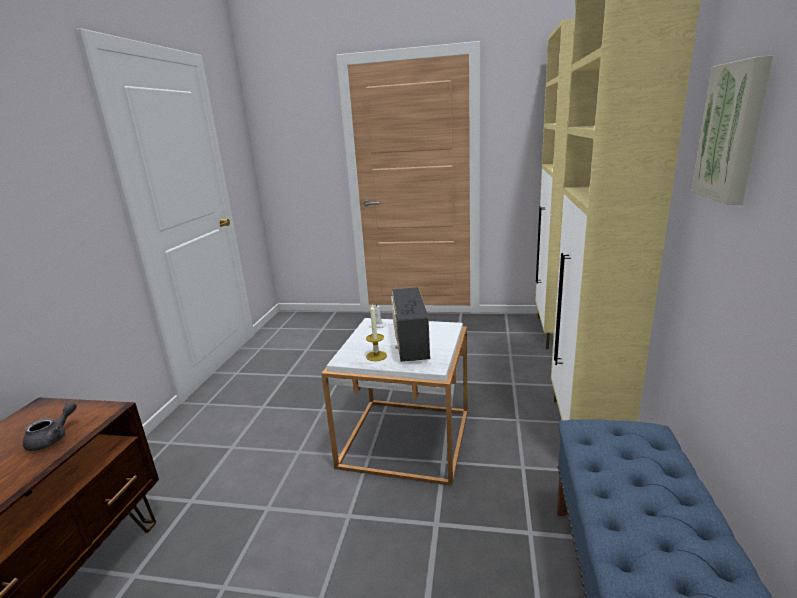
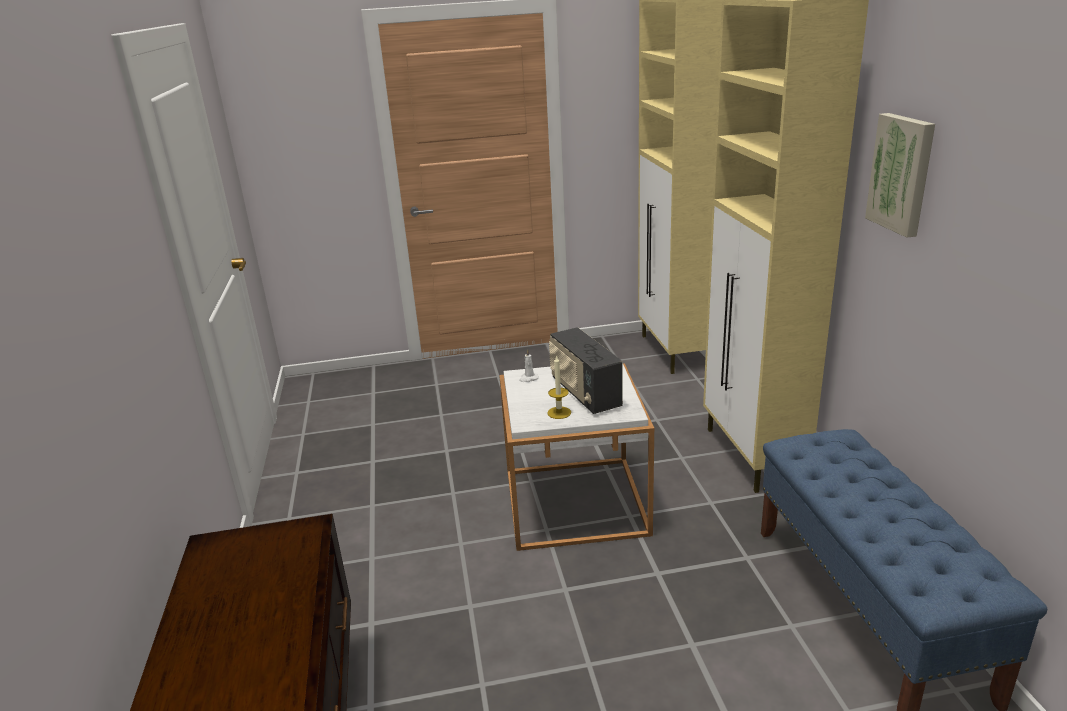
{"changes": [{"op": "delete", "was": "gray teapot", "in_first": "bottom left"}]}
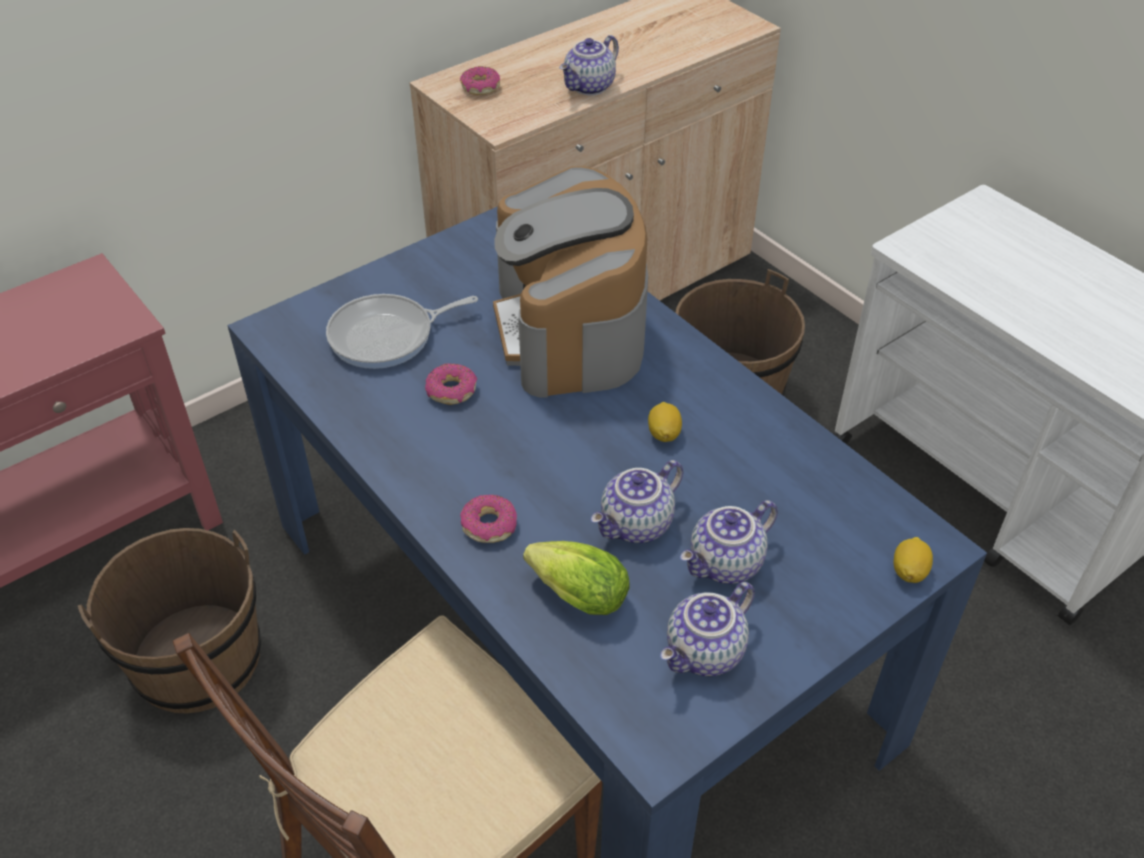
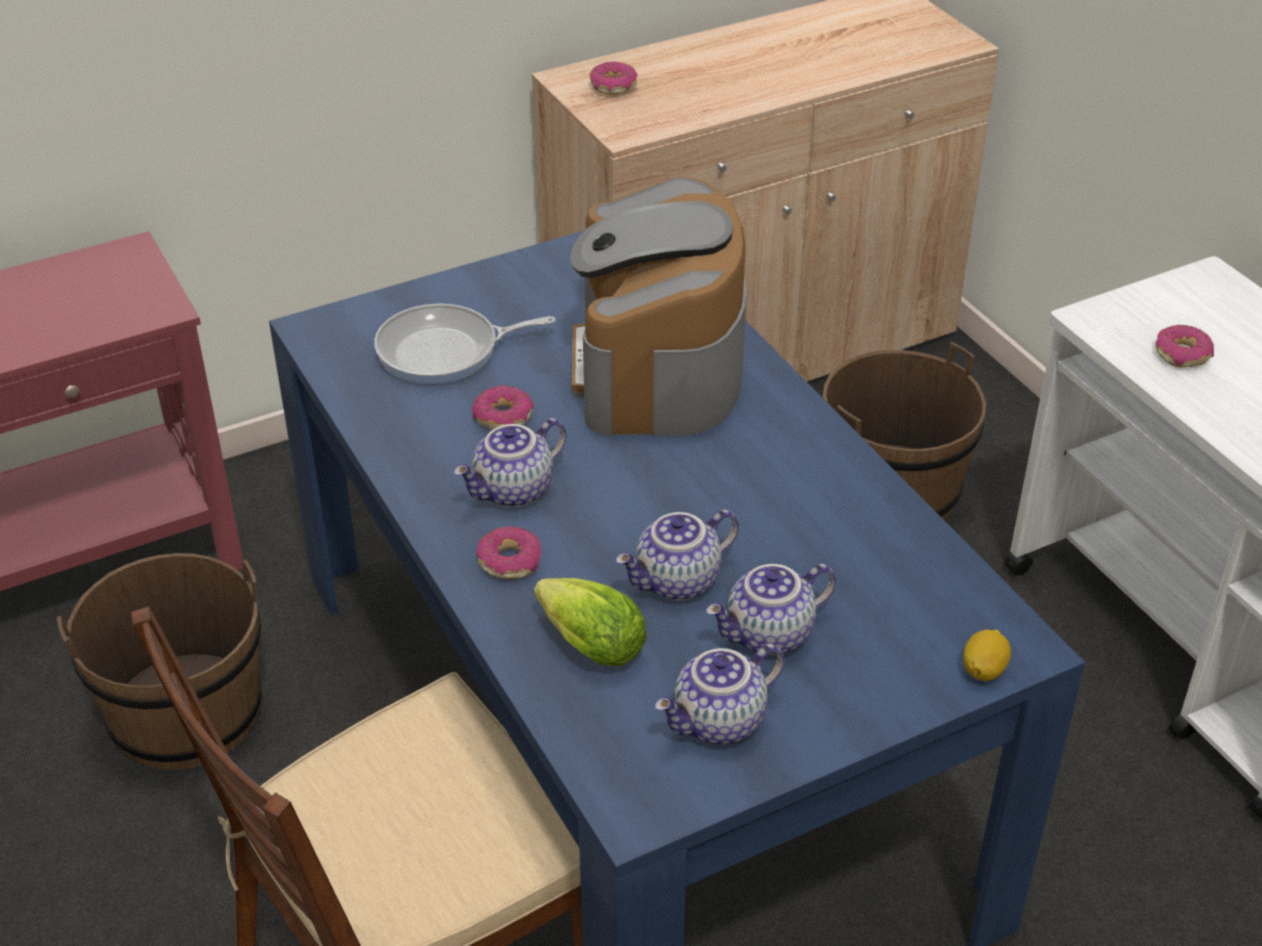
{"changes": [{"op": "delete", "was": "lemon (1st from left)", "in_first": "centre"}, {"op": "insert", "now": "doughnut (4th from left)", "in_second": "middle right"}, {"op": "move", "was": "teapot (1st from left)", "in_first": "top centre", "in_second": "centre"}]}
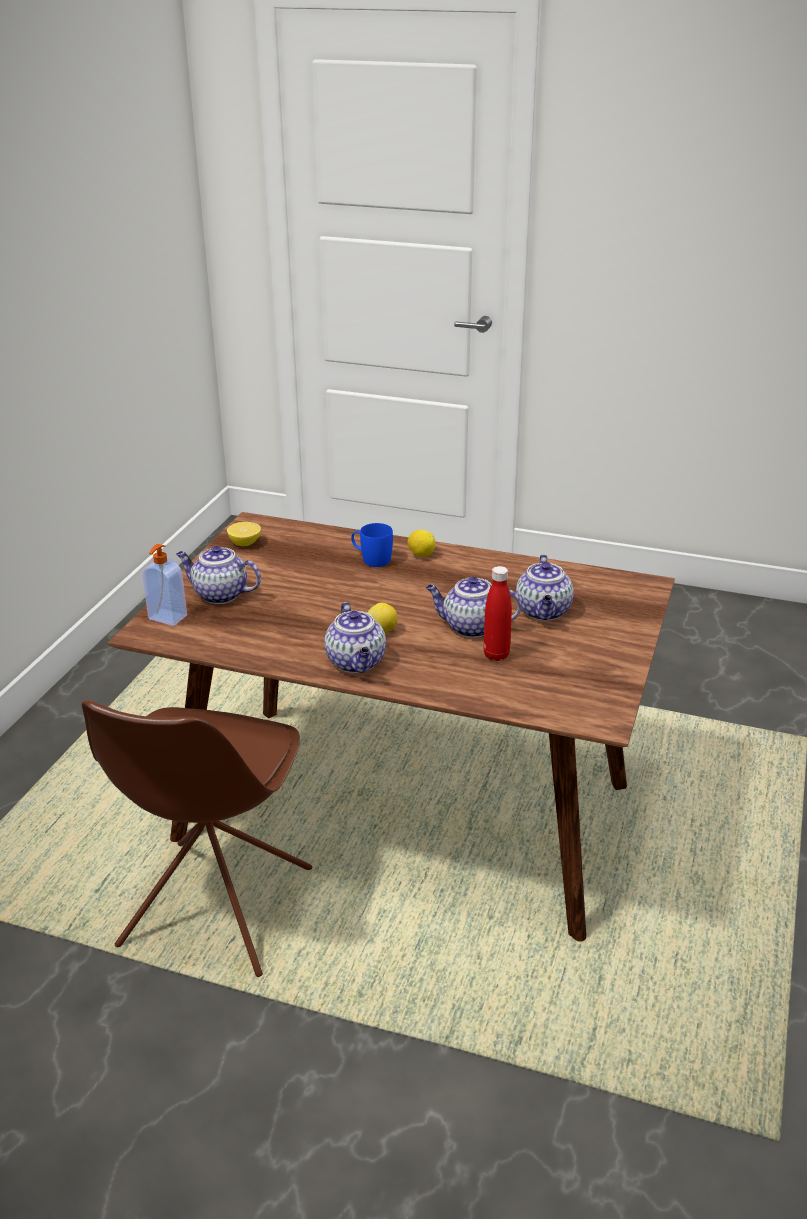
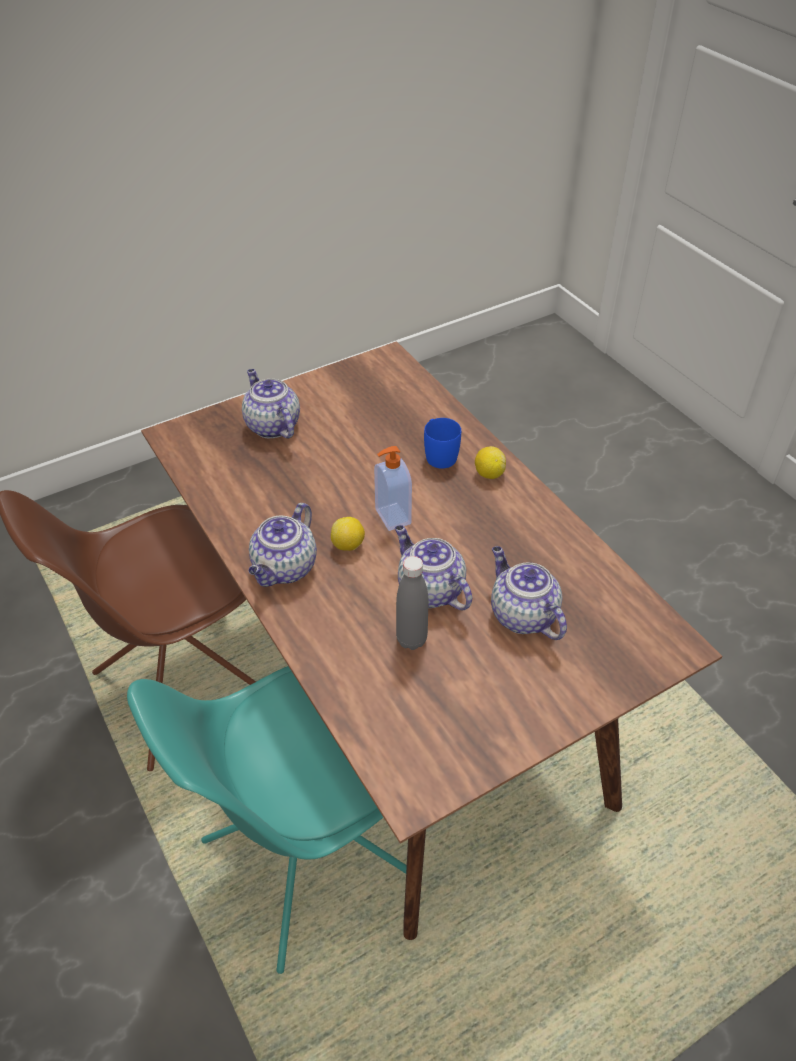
{"changes": [{"op": "delete", "was": "lemon (1st from left)", "in_first": "middle left"}, {"op": "insert", "now": "turquoise upright chair", "in_second": "bottom centre"}, {"op": "move", "was": "liquid soap bottle", "in_first": "middle left", "in_second": "centre"}, {"op": "recolor", "was": "red-coloured bottle", "now": "gray bottle", "in_first": "centre", "in_second": "centre"}, {"op": "rotate", "was": "teapot (4th from left)", "in_first": "middle right", "in_second": "centre", "clockwise": 105}]}
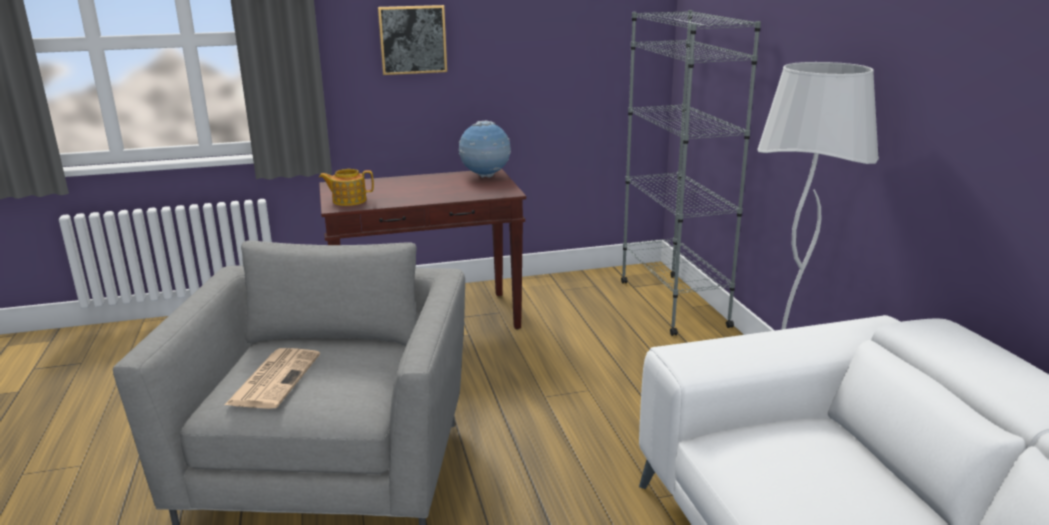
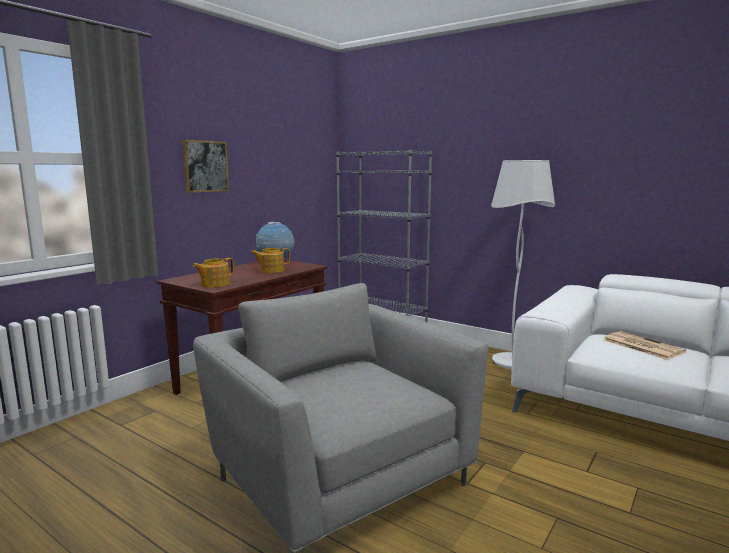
{"changes": [{"op": "insert", "now": "teapot (2nd from left)", "in_second": "centre"}, {"op": "move", "was": "newspaper", "in_first": "bottom left", "in_second": "middle right"}]}
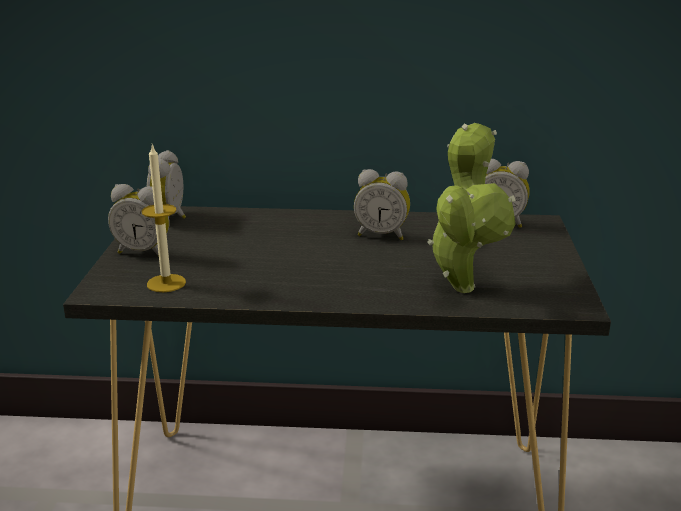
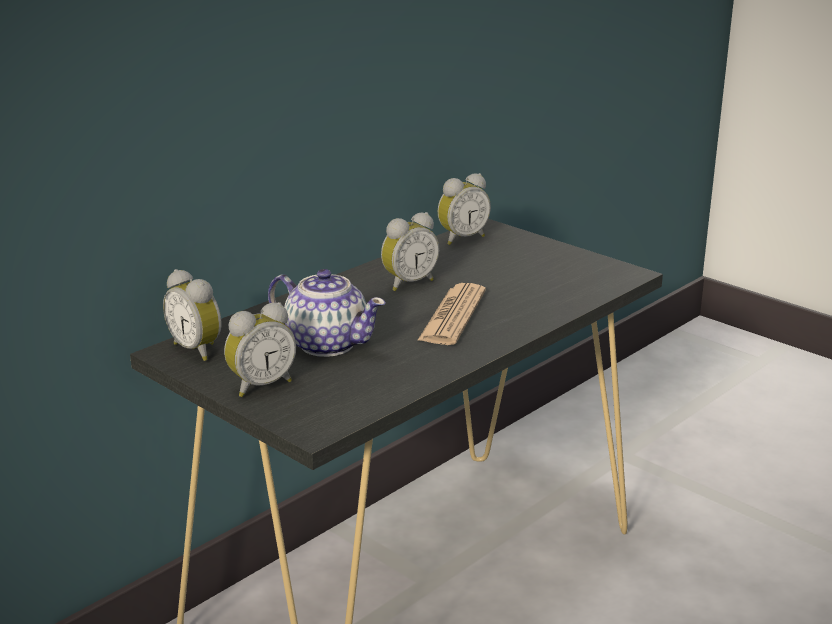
{"changes": [{"op": "delete", "was": "wax light", "in_first": "middle left"}, {"op": "delete", "was": "plant in a pot", "in_first": "middle right"}, {"op": "insert", "now": "teapot", "in_second": "centre"}, {"op": "insert", "now": "newspaper", "in_second": "centre"}]}
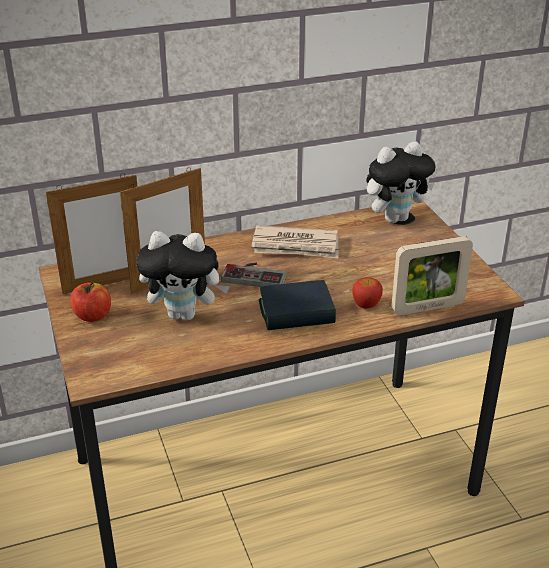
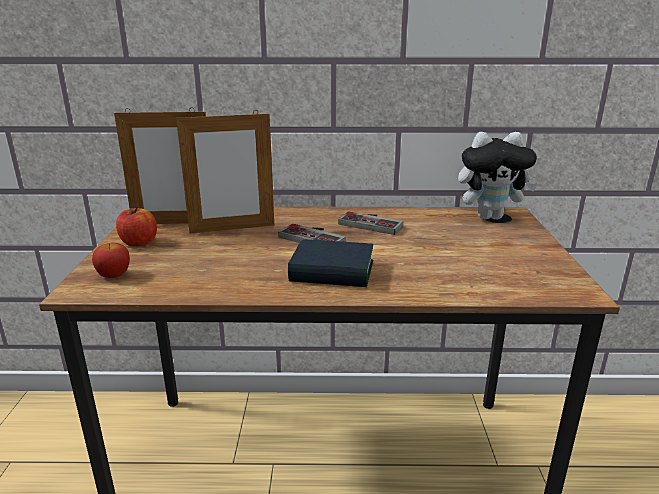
{"changes": [{"op": "delete", "was": "cuddly toy (1st from left)", "in_first": "centre"}, {"op": "delete", "was": "picture frame (3rd from left)", "in_first": "middle right"}, {"op": "move", "was": "apple fruit (2nd from left in the first image)", "now": "apple fruit (1st from left)", "in_first": "middle right", "in_second": "middle left"}, {"op": "replace", "was": "newspaper", "now": "joypad (2nd from left)", "in_first": "centre", "in_second": "centre"}]}
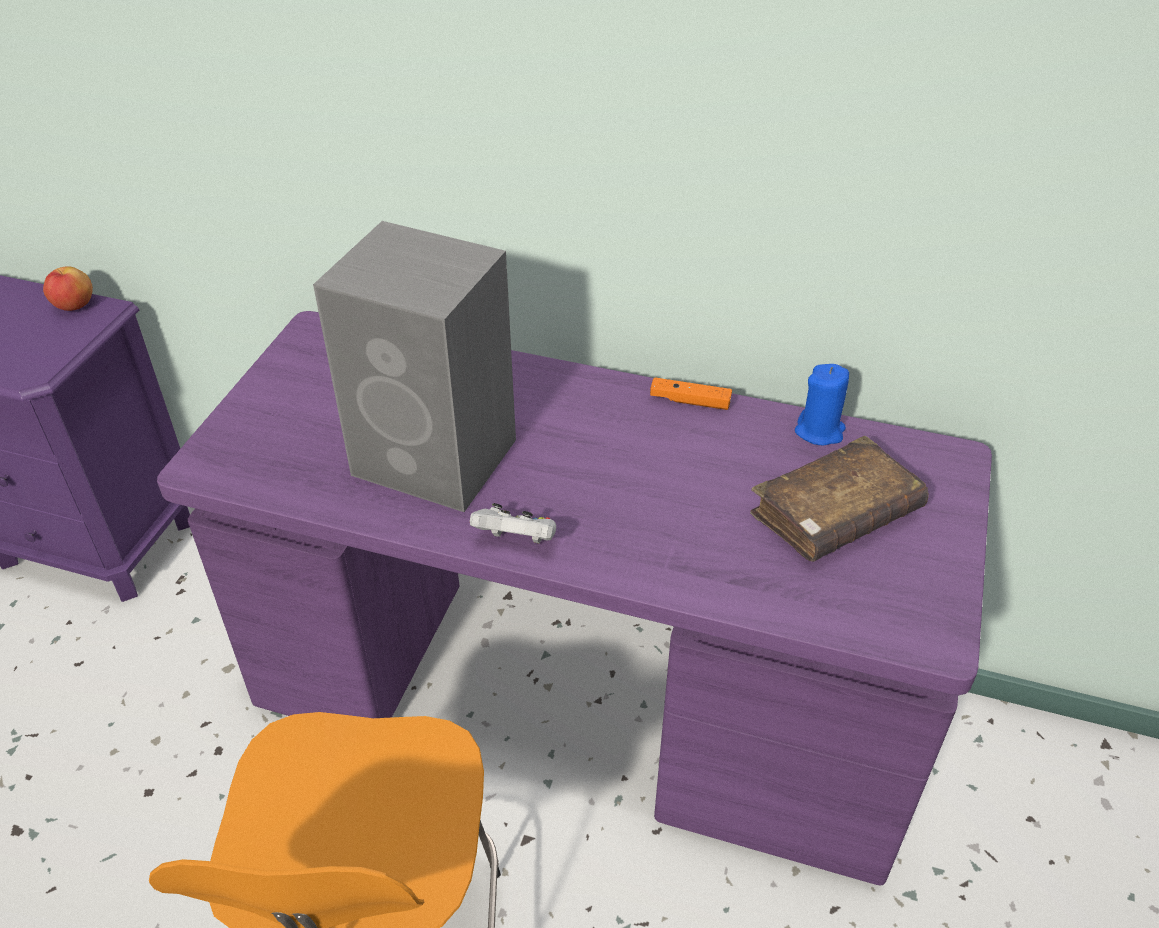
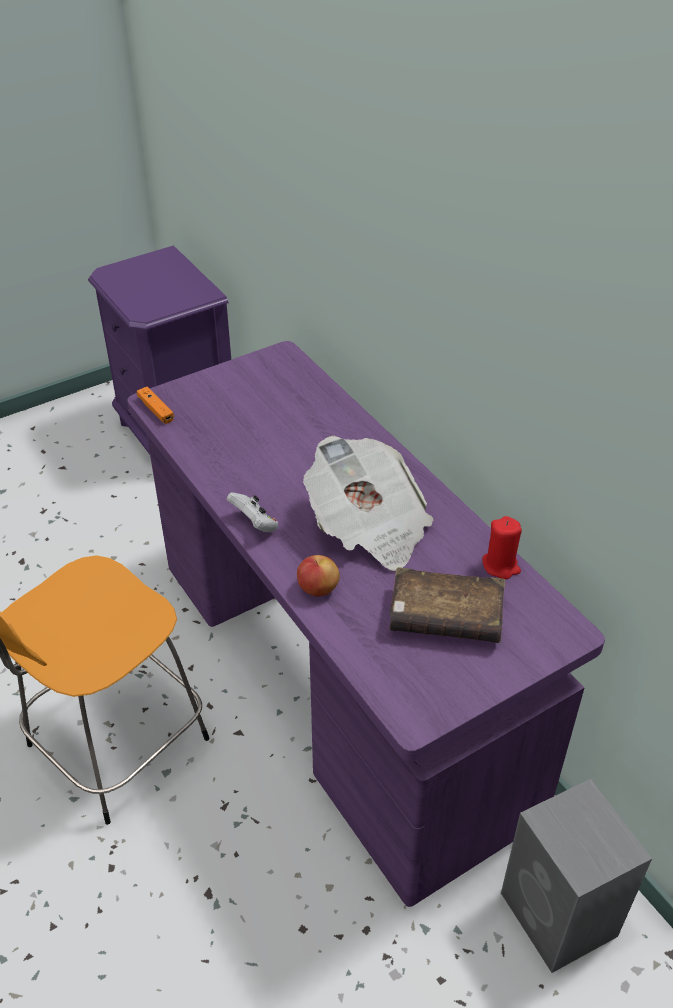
{"changes": [{"op": "insert", "now": "newspaper", "in_second": "centre"}, {"op": "move", "was": "apple fruit", "in_first": "top left", "in_second": "centre"}, {"op": "move", "was": "gray loudspeaker", "in_first": "centre", "in_second": "bottom right"}, {"op": "move", "was": "orangey joypad", "in_first": "centre", "in_second": "middle left"}, {"op": "recolor", "was": "blue wax light", "now": "red-coloured wax light", "in_first": "middle right", "in_second": "middle right"}]}
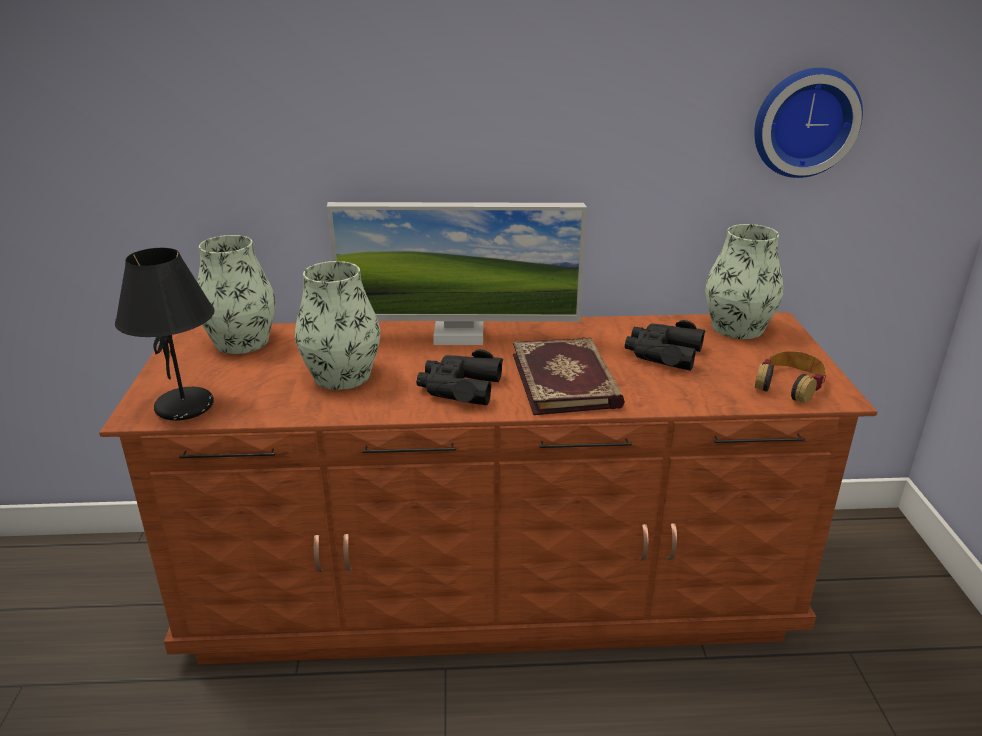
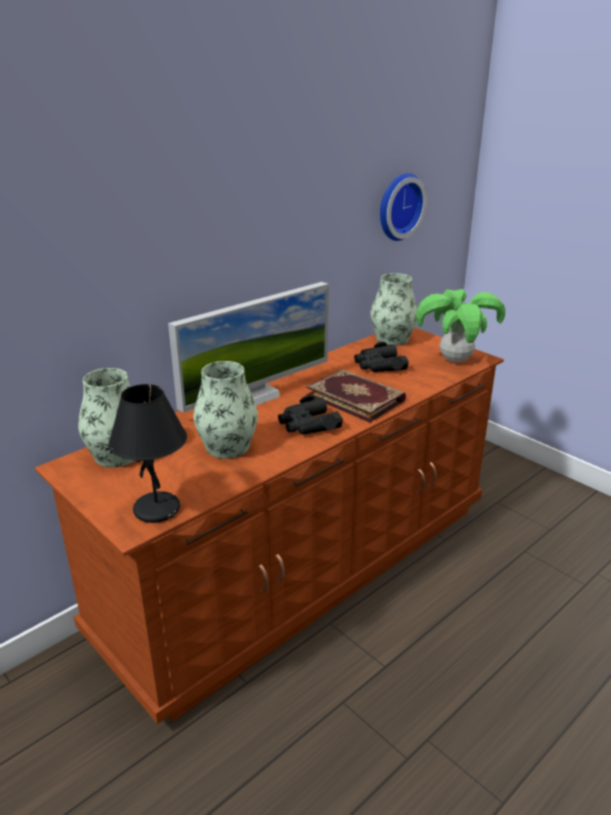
{"changes": [{"op": "replace", "was": "headset", "now": "plant in a pot", "in_first": "middle right", "in_second": "middle right"}]}
